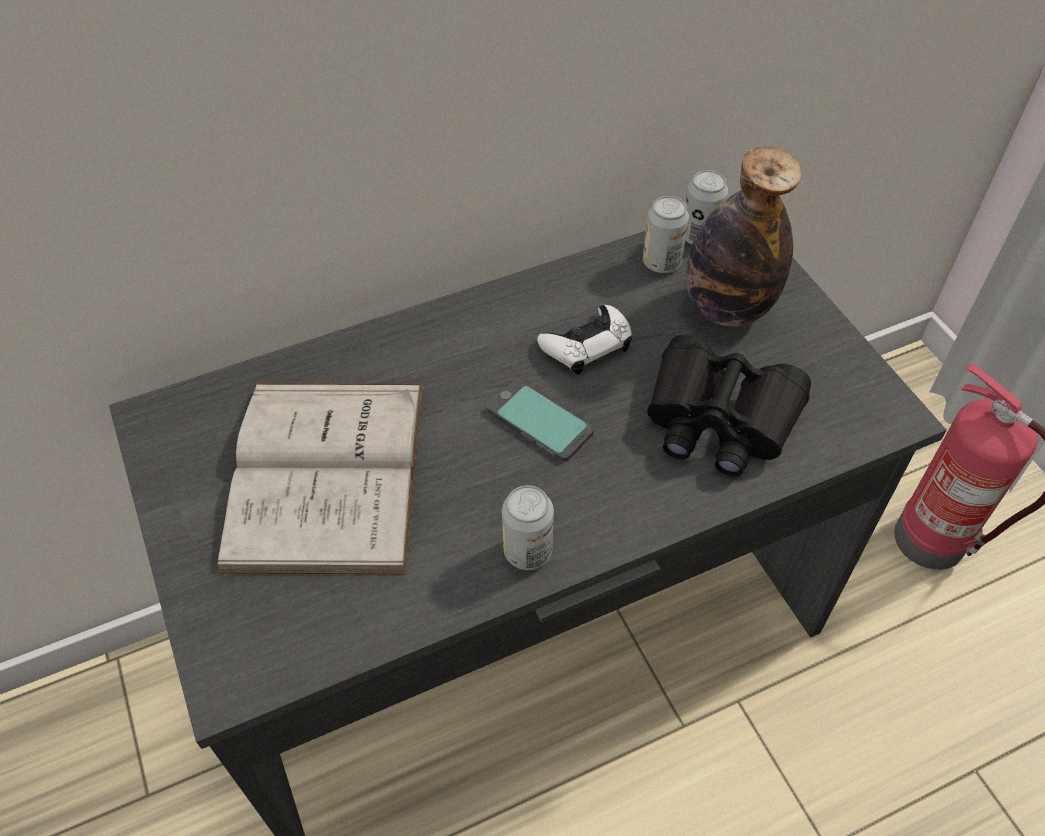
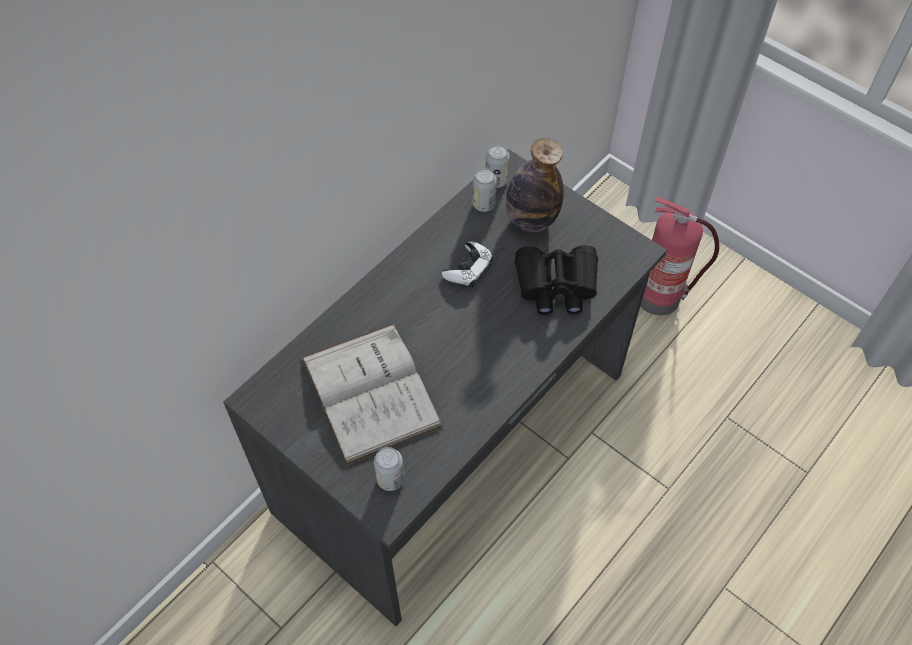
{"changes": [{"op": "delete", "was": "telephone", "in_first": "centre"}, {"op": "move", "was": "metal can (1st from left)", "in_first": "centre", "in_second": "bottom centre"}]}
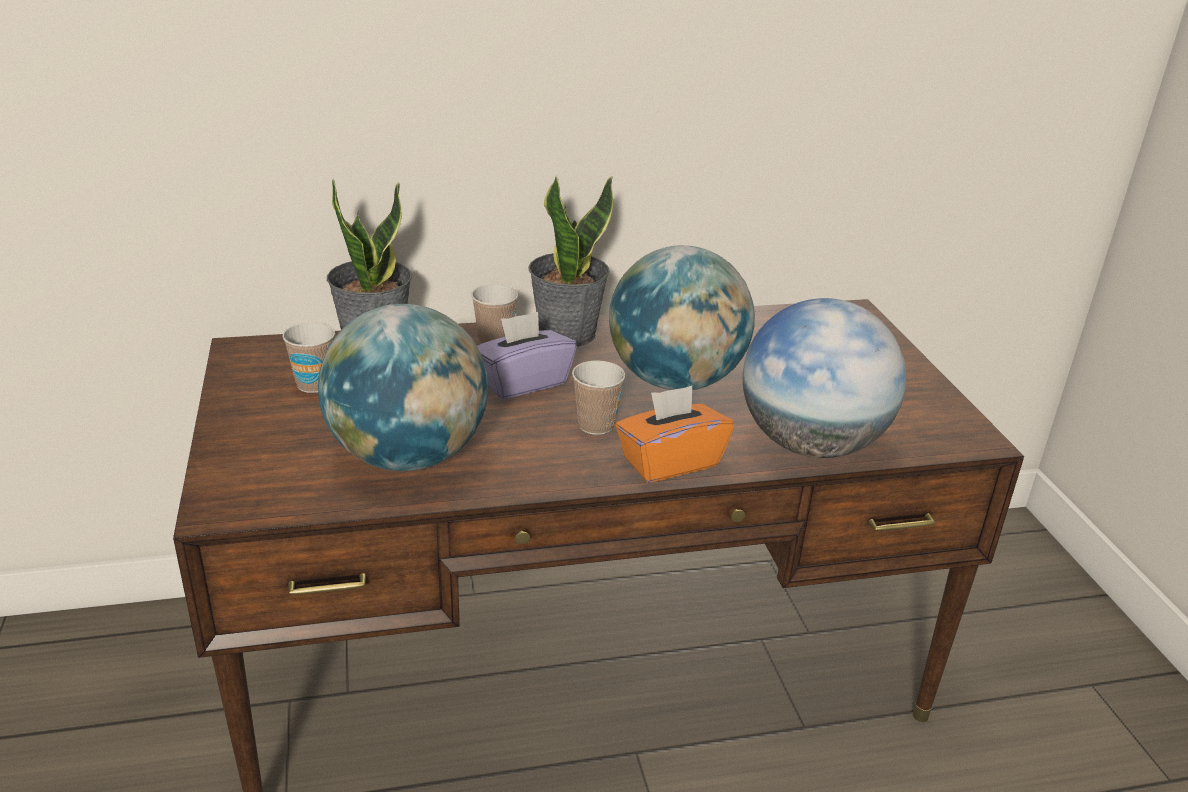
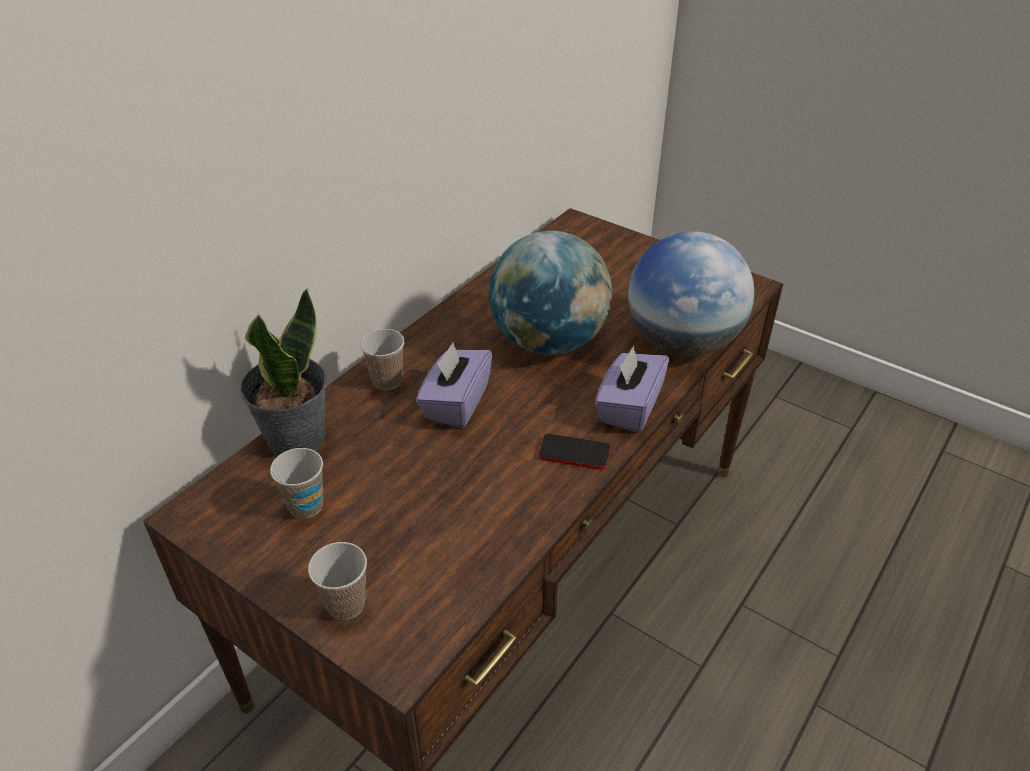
{"changes": [{"op": "delete", "was": "desk globe (1st from left)", "in_first": "centre"}, {"op": "delete", "was": "plant in a pot (2nd from left)", "in_first": "top centre"}, {"op": "insert", "now": "telephone", "in_second": "centre"}, {"op": "move", "was": "drinking cup (3rd from left in the first image)", "now": "drinking cup (2nd from left)", "in_first": "centre", "in_second": "bottom left"}, {"op": "recolor", "was": "orangey tissue box", "now": "purple-coloured tissue box (2nd from left)", "in_first": "centre", "in_second": "centre"}]}
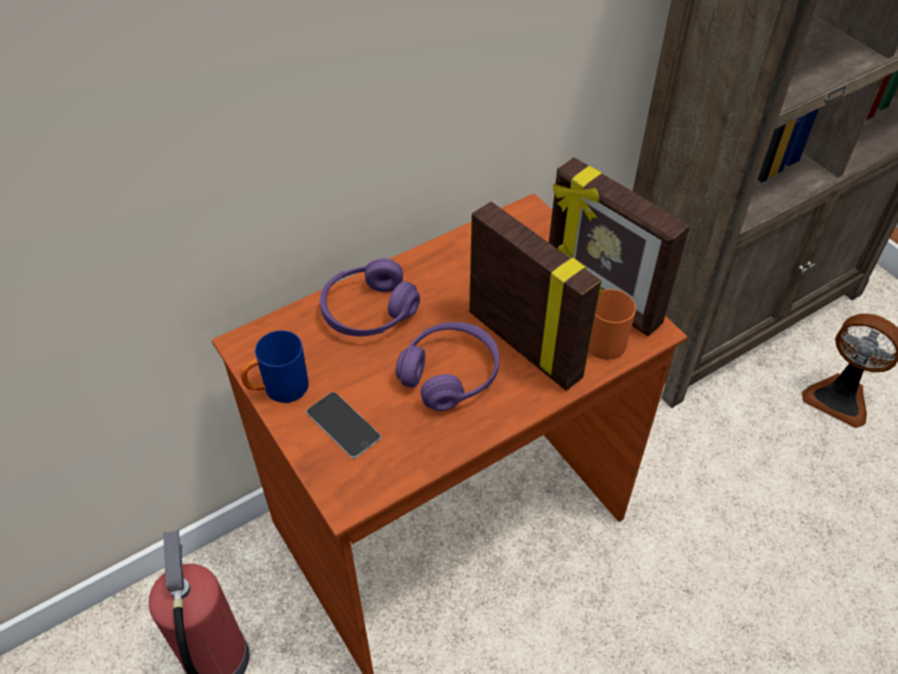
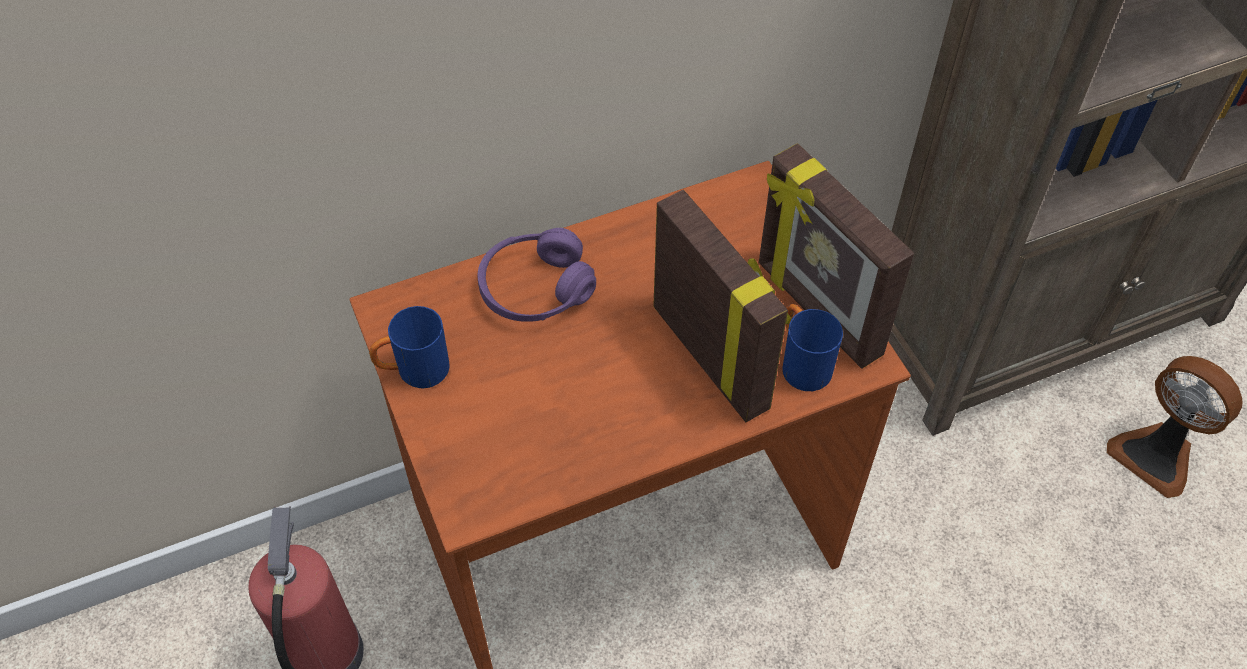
{"changes": [{"op": "delete", "was": "telephone", "in_first": "centre"}, {"op": "delete", "was": "purple-coloured headset (2nd from left)", "in_first": "centre"}, {"op": "recolor", "was": "orangey mug", "now": "blue mug (2nd from left)", "in_first": "middle right", "in_second": "centre"}]}
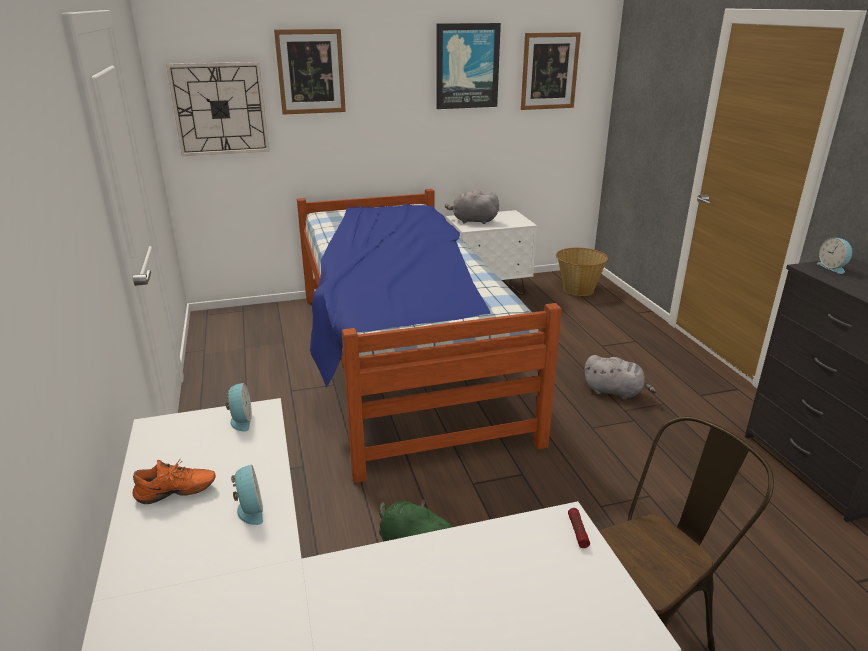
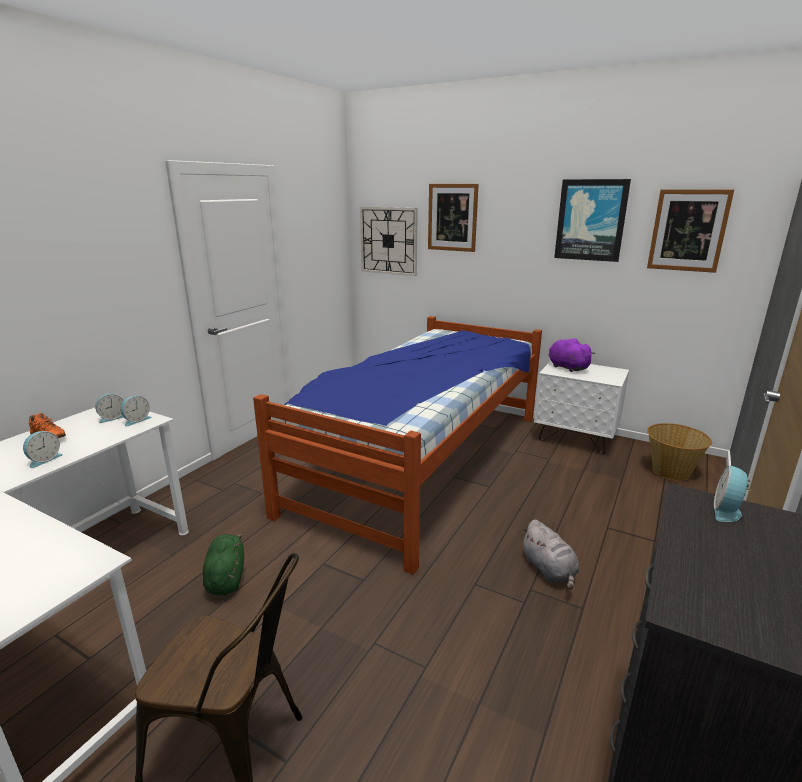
{"changes": [{"op": "delete", "was": "flashlight", "in_first": "bottom right"}, {"op": "insert", "now": "table clock (2nd from left)", "in_second": "middle left"}, {"op": "recolor", "was": "gray cuddly toy (1st from left)", "now": "purple-coloured cuddly toy", "in_first": "top centre", "in_second": "middle right"}]}
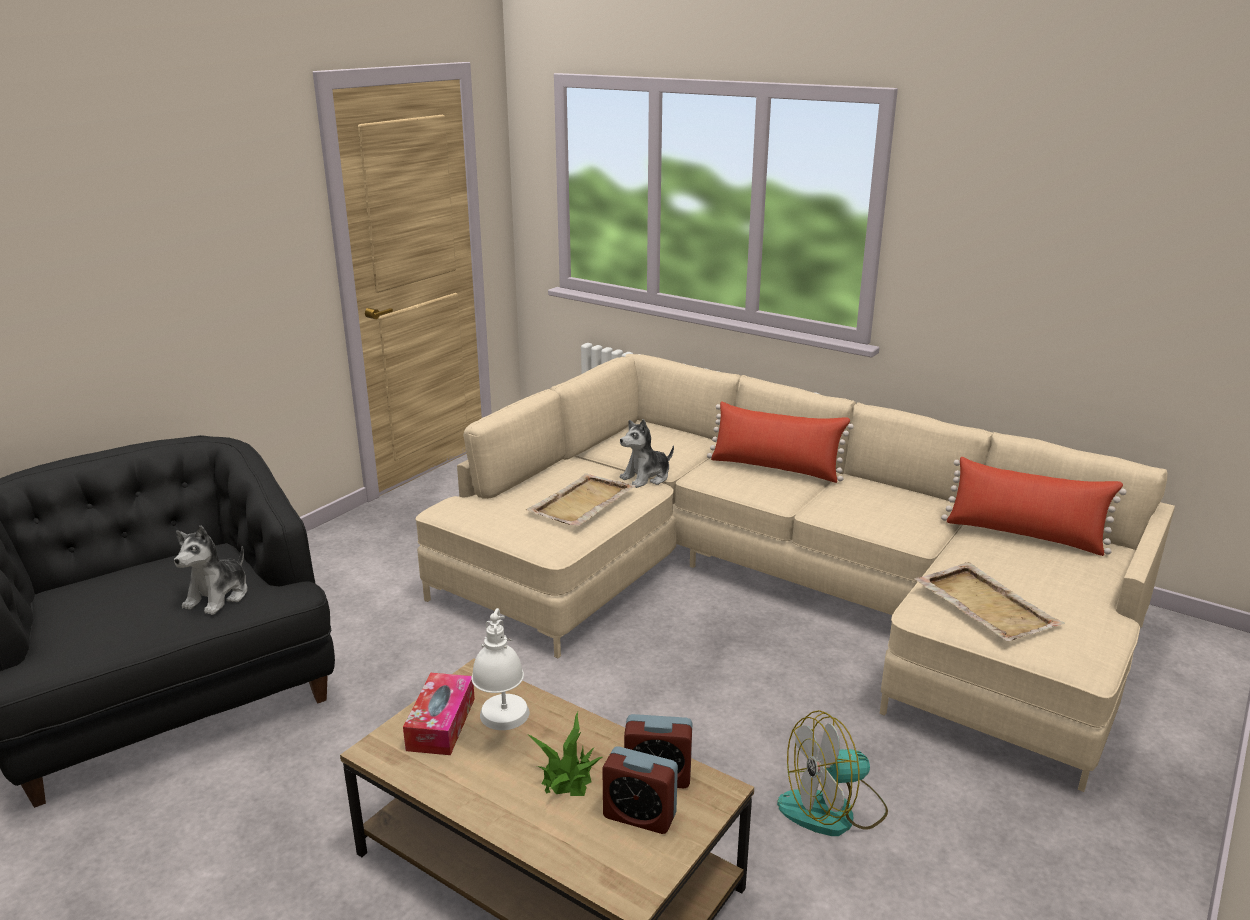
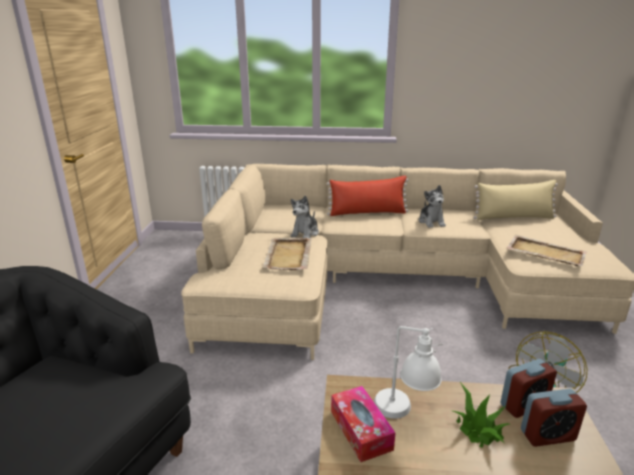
{"changes": [{"op": "move", "was": "cuddly toy (1st from left in the first image)", "now": "cuddly toy (2nd from left)", "in_first": "middle left", "in_second": "middle right"}, {"op": "recolor", "was": "red-coloured pillow (2nd from left)", "now": "beige-coloured pillow", "in_first": "middle right", "in_second": "middle right"}]}
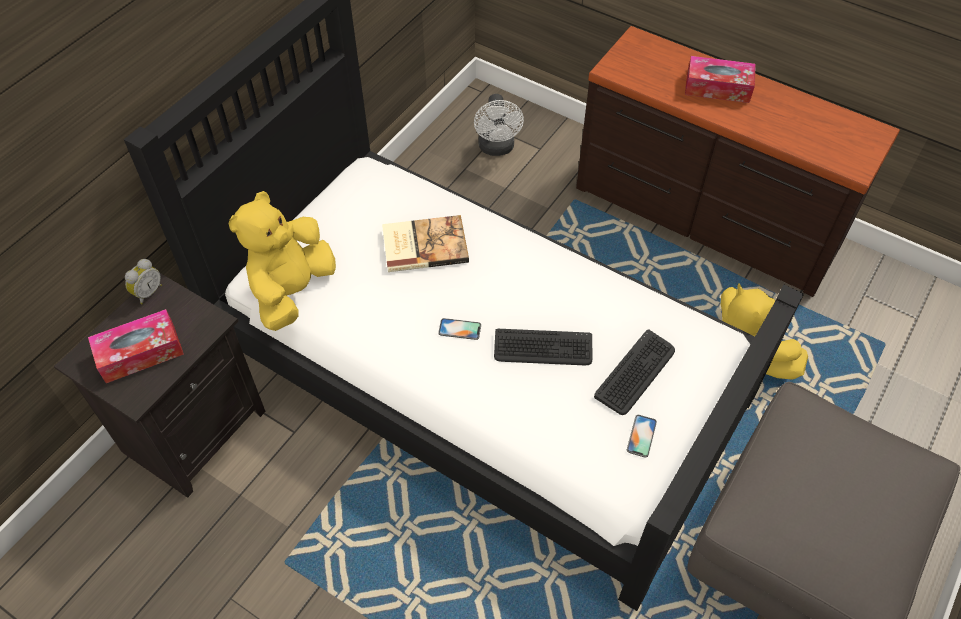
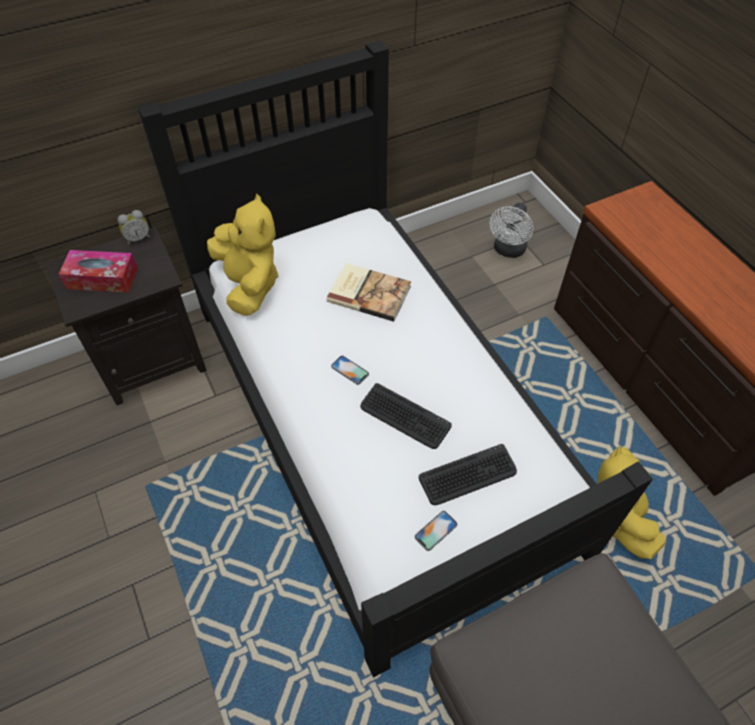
{"changes": [{"op": "delete", "was": "tissue box (2nd from left)", "in_first": "top right"}, {"op": "rotate", "was": "yellow cuddly toy (1st from left)", "in_first": "middle left", "in_second": "middle left", "clockwise": 105}]}
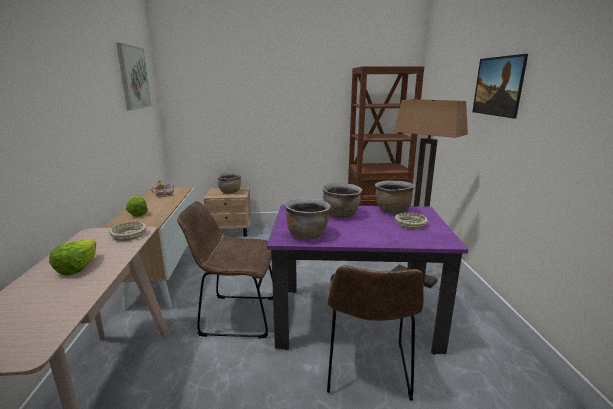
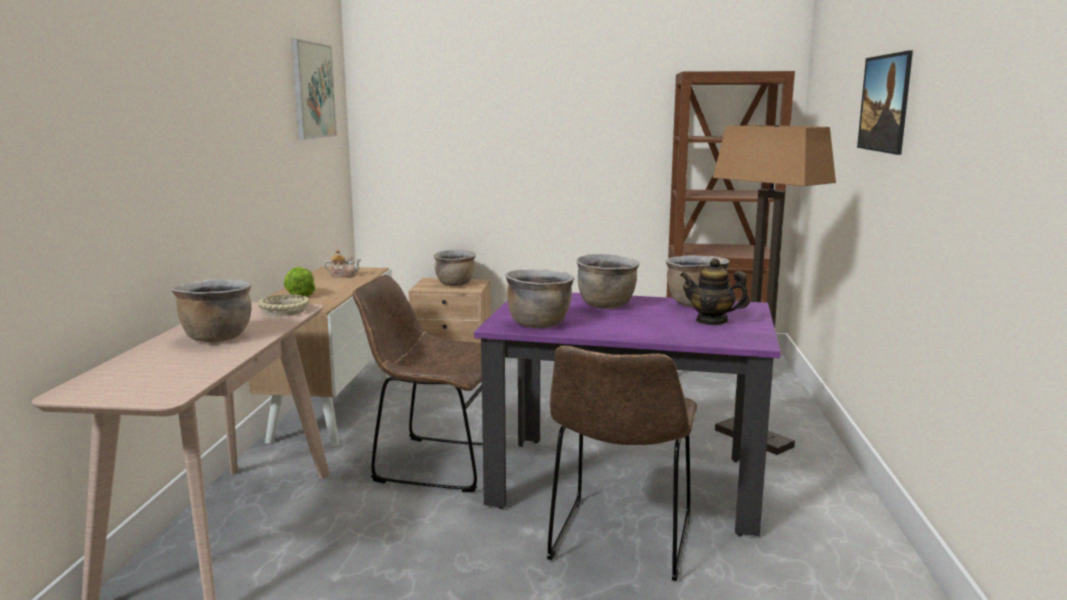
{"changes": [{"op": "replace", "was": "head of lettuce (1st from left)", "now": "brownish saucepot (1st from left)", "in_first": "middle left", "in_second": "middle left"}, {"op": "replace", "was": "beige-coloured deep dish (2nd from left)", "now": "teapot (2nd from left)", "in_first": "middle right", "in_second": "middle right"}]}
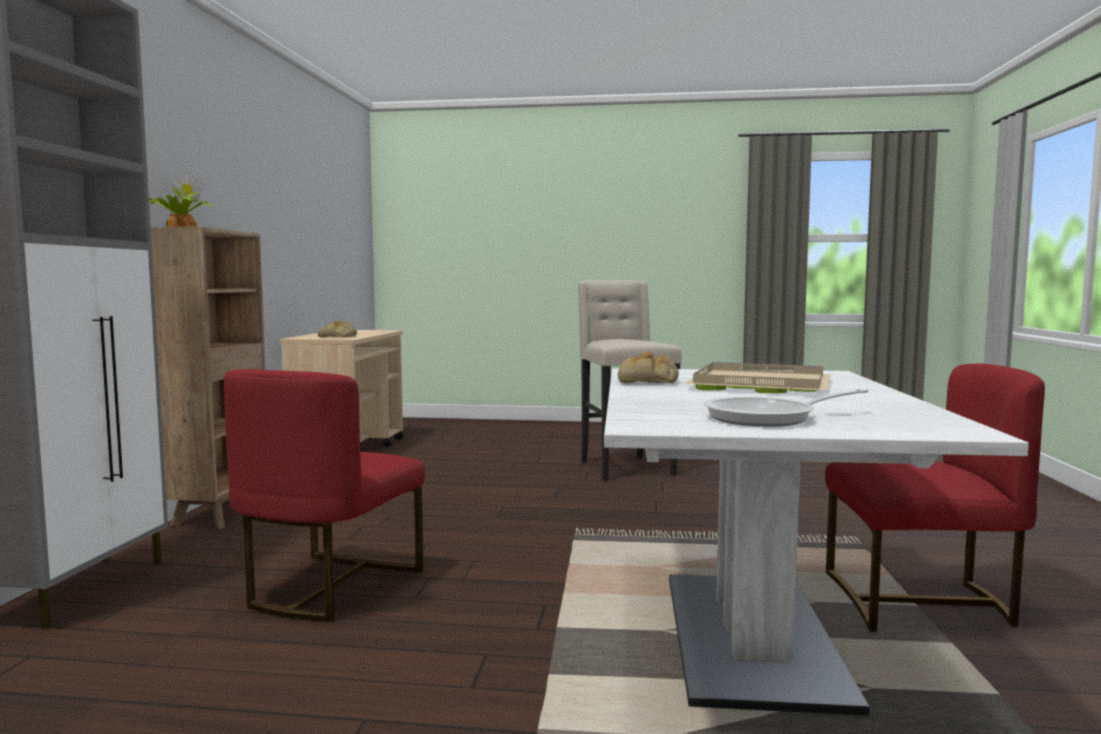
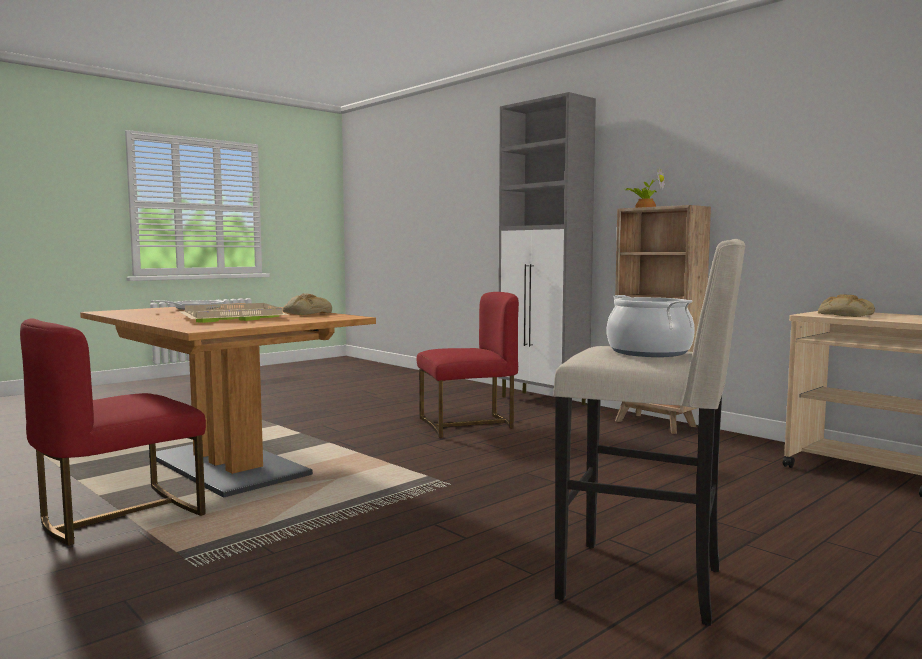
{"changes": [{"op": "insert", "now": "saucepot", "in_second": "middle right"}, {"op": "recolor", "was": "white-coloured kitchen table", "now": "brownish kitchen table", "in_first": "bottom right", "in_second": "middle left"}, {"op": "rotate", "was": "red-coloured upright chair (1st from left in the first image)", "in_first": "bottom left", "in_second": "centre", "clockwise": 105}]}
